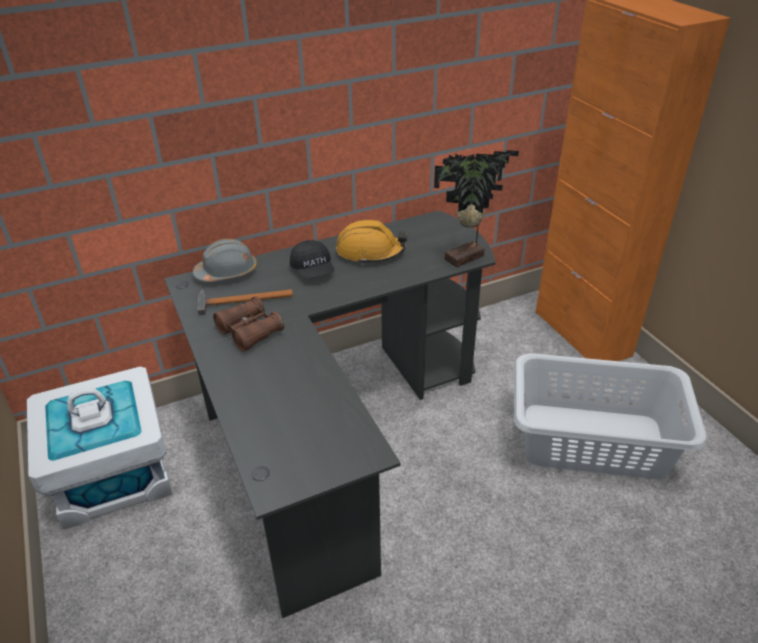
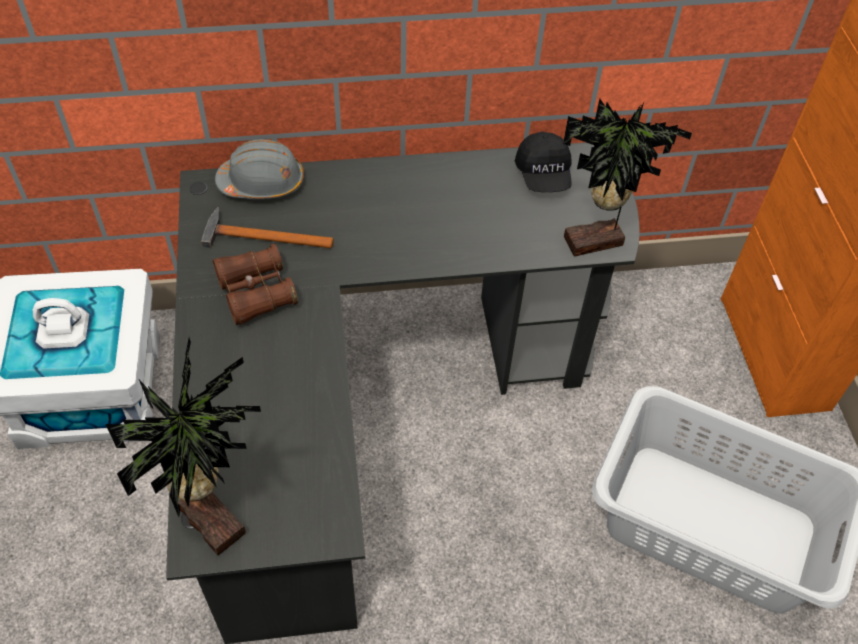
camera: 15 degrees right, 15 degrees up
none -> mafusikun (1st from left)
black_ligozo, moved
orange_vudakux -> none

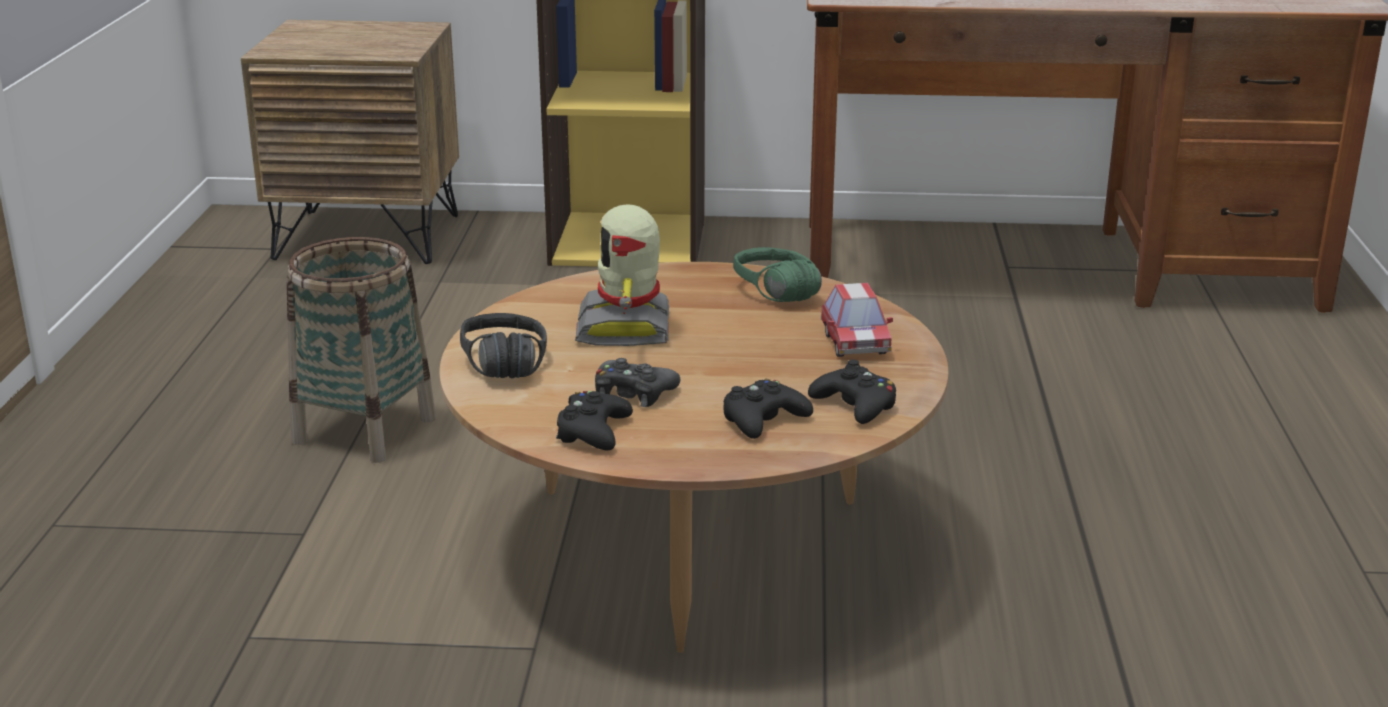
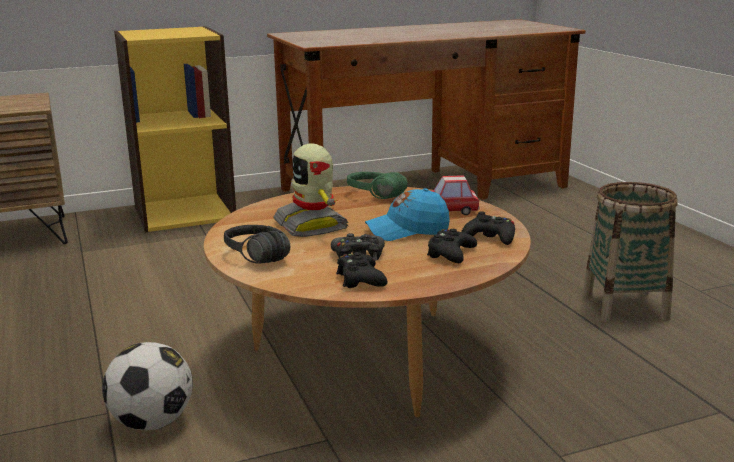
camera: 25 degrees left, 5 degrees down
none -> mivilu
none -> blue_ligozo
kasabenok, 120 degrees clockwise
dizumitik, moved

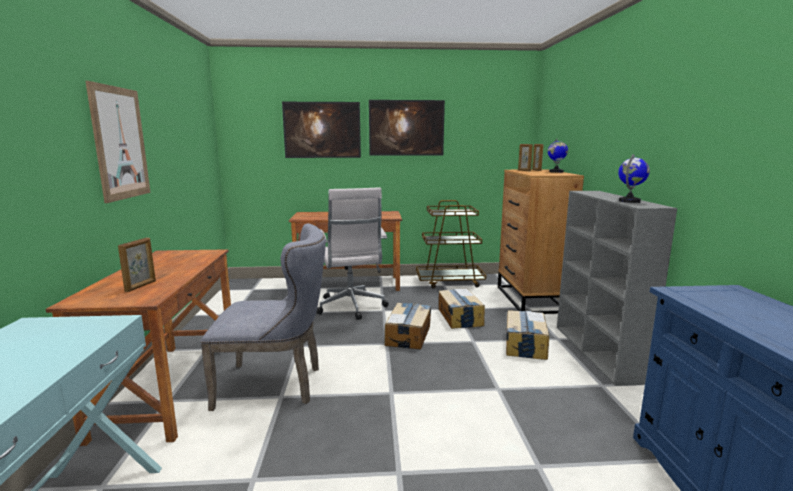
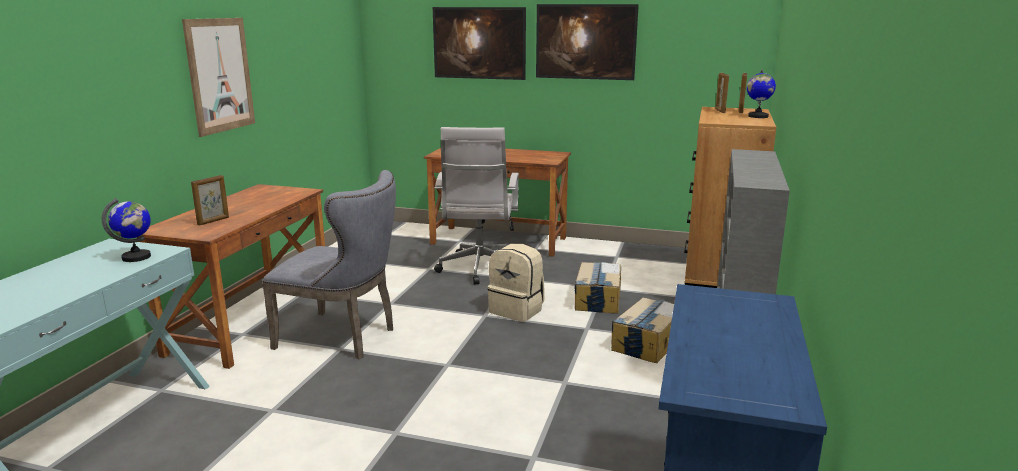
camera: 20 degrees right, 5 degrees up
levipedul (2nd from left in the first image) -> levipedul (1st from left), moved
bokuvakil (1st from left) -> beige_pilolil
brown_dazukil -> none

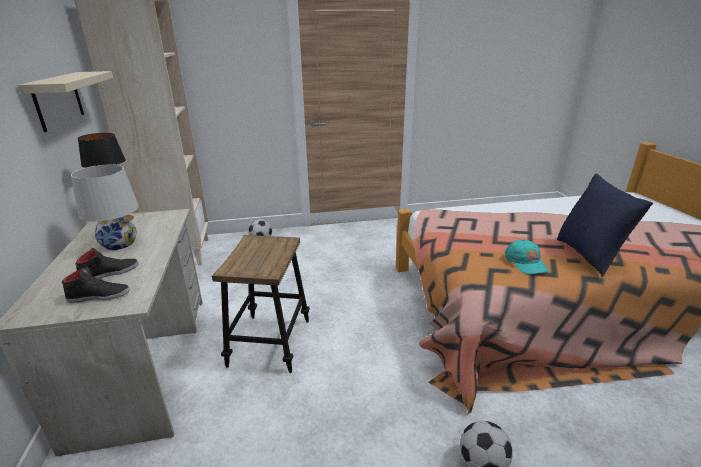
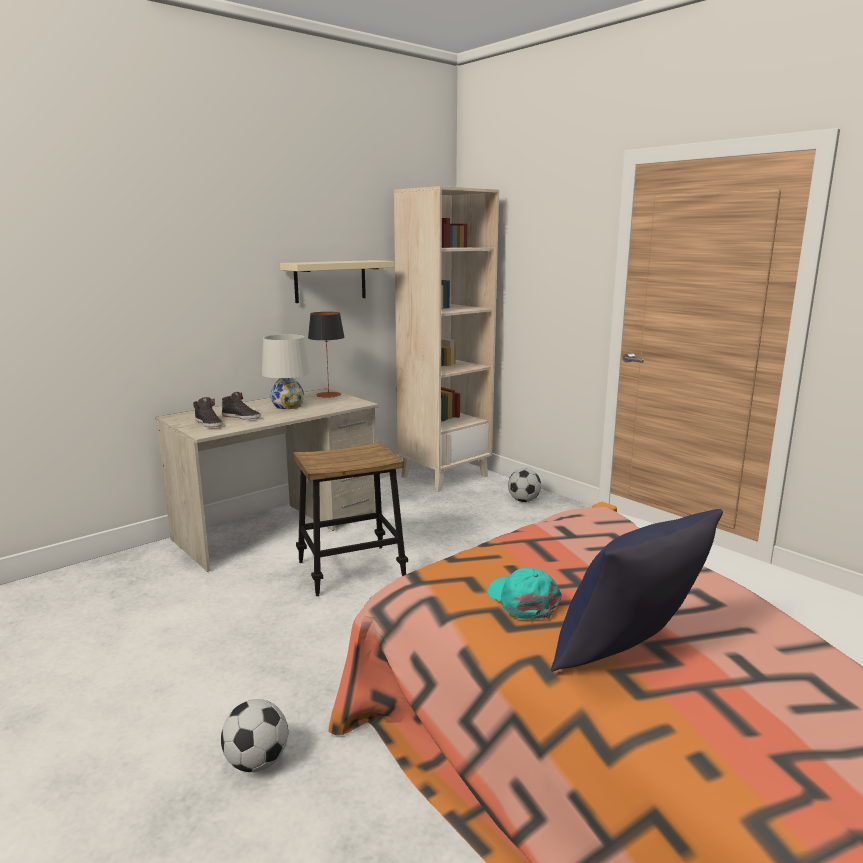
camera: 60 degrees right, 10 degrees down
turquoise_ligozo, 105 degrees clockwise

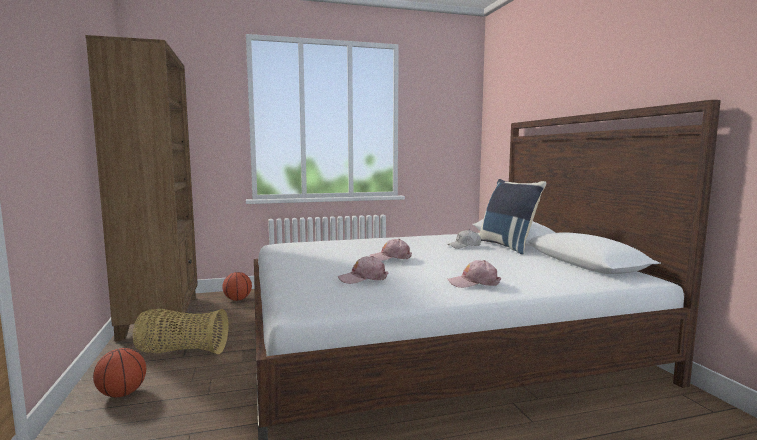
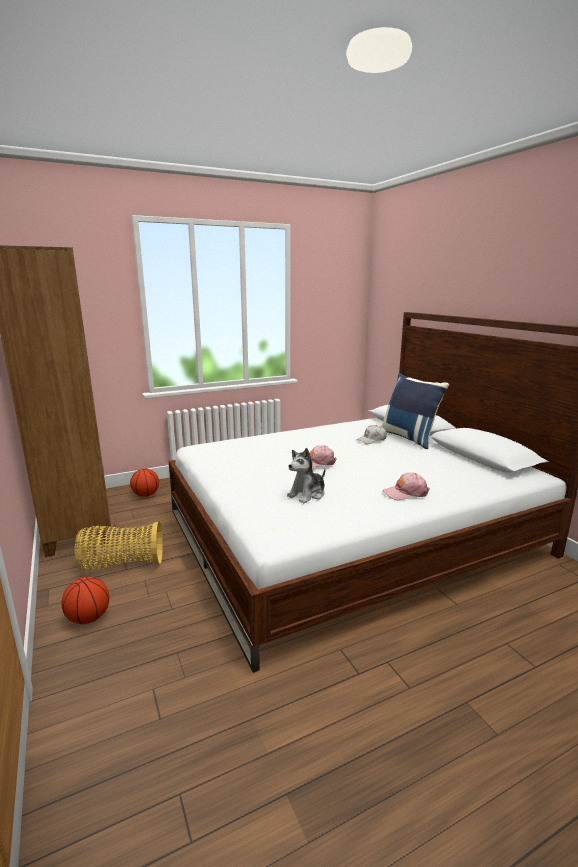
camera: 10 degrees left, 10 degrees up
pink_ligozo (1st from left) -> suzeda

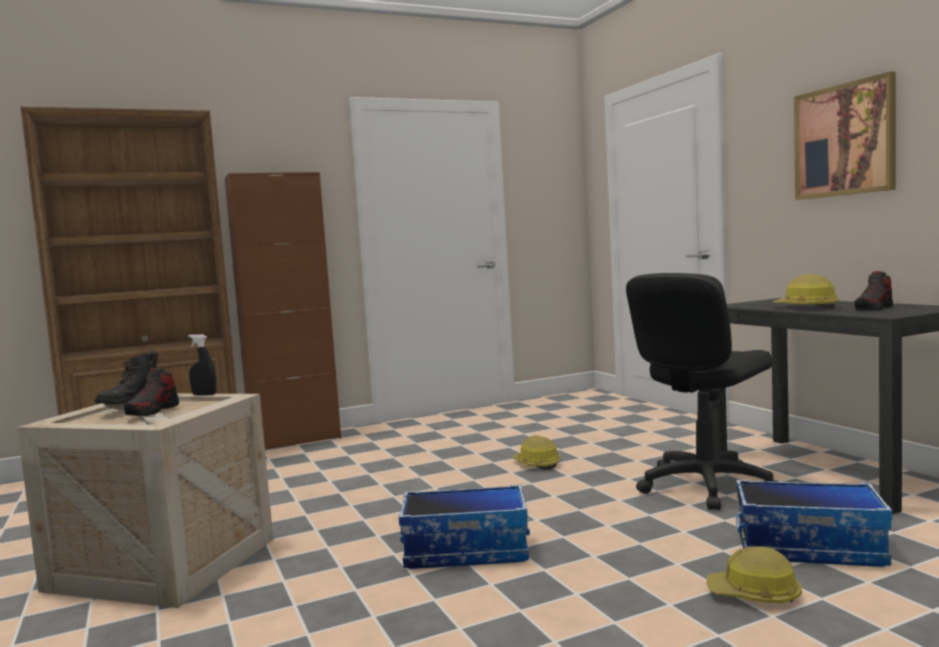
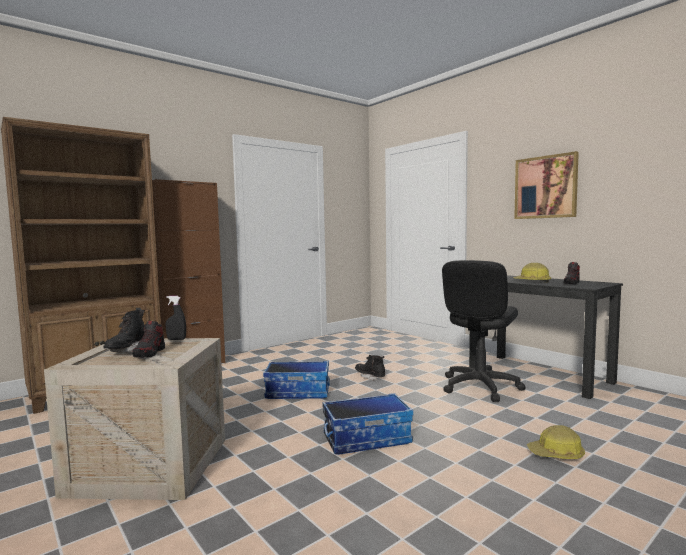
camera: 15 degrees left, 0 degrees up
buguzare (2nd from left in the first image) -> buguzare (1st from left), moved
vudakux (1st from left) -> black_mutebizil (2nd from left)

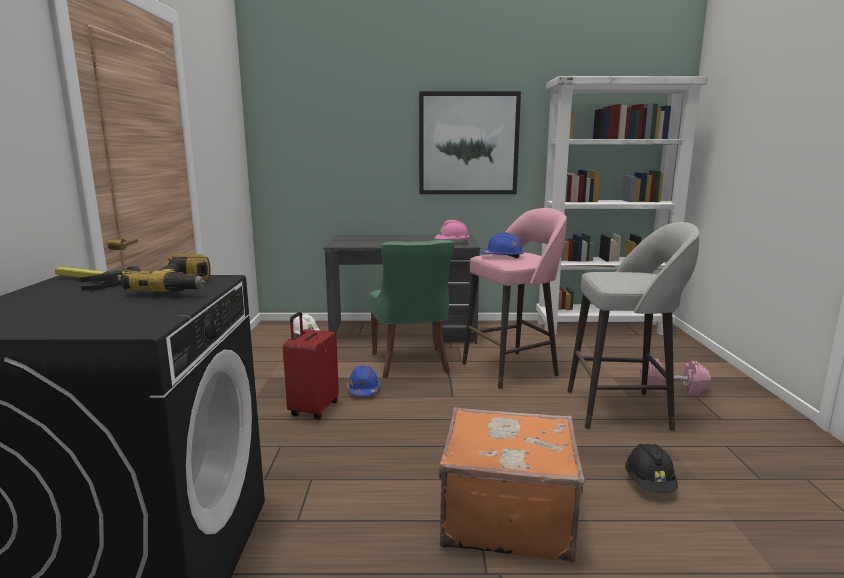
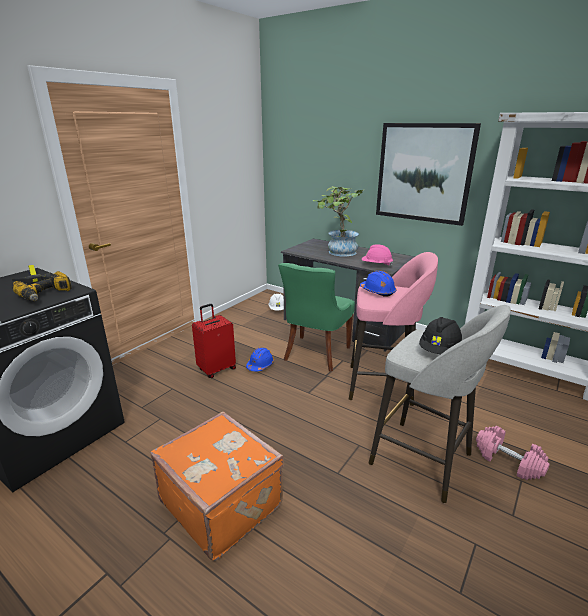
camera: 35 degrees right, 10 degrees up
none -> mafusikun
black_vudakux, moved

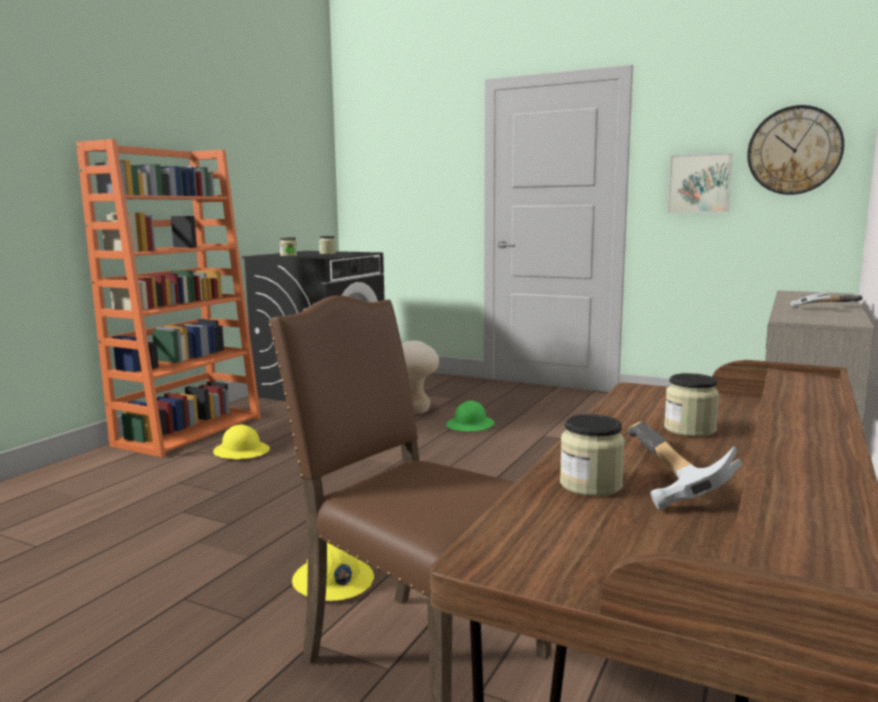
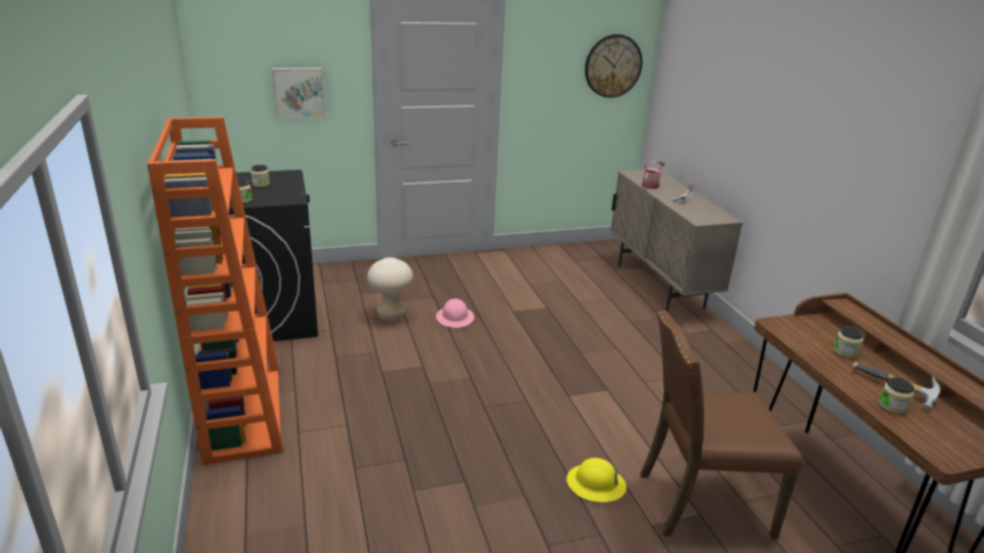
camera: 45 degrees left, 15 degrees up
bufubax, moved
green_vudakux -> pink_vudakux
none -> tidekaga
yellow_vudakux (1st from left) -> none

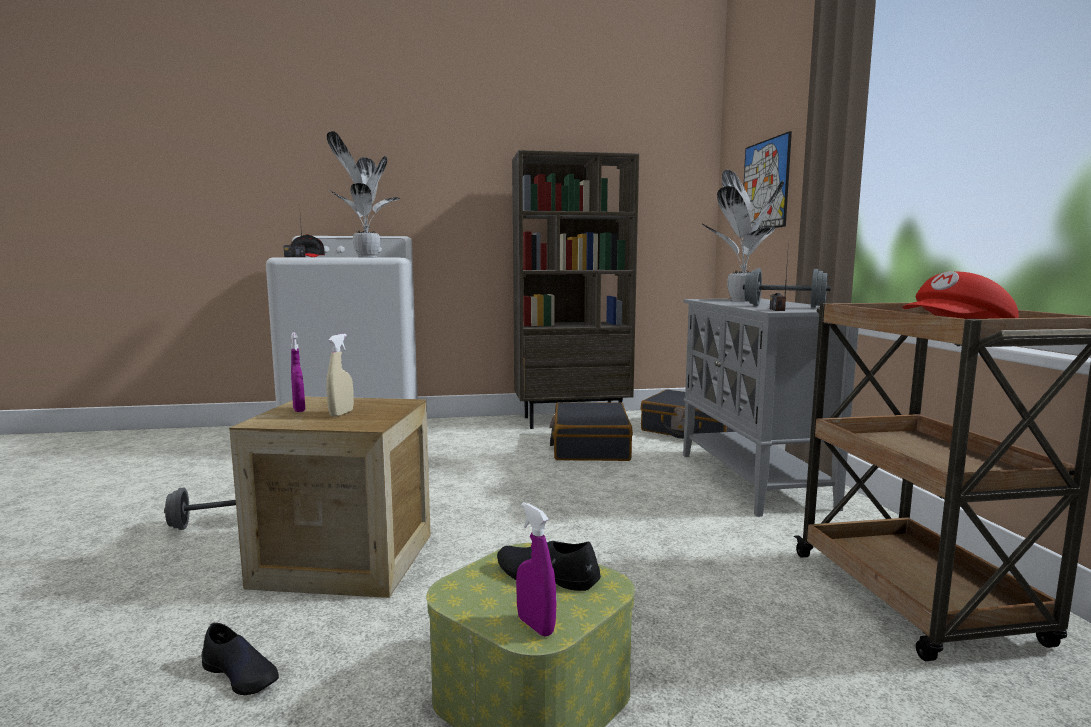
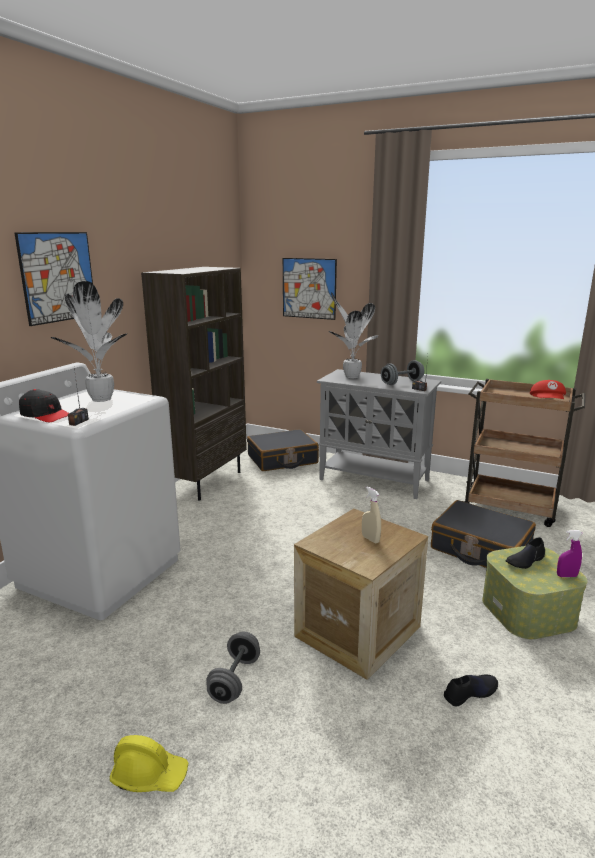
camera: 55 degrees left, 10 degrees up
none -> bufubax (1st from left)
none -> yellow_vudakux
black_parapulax (1st from left in the first image) -> black_parapulax (2nd from left), moved
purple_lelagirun (1st from left) -> none

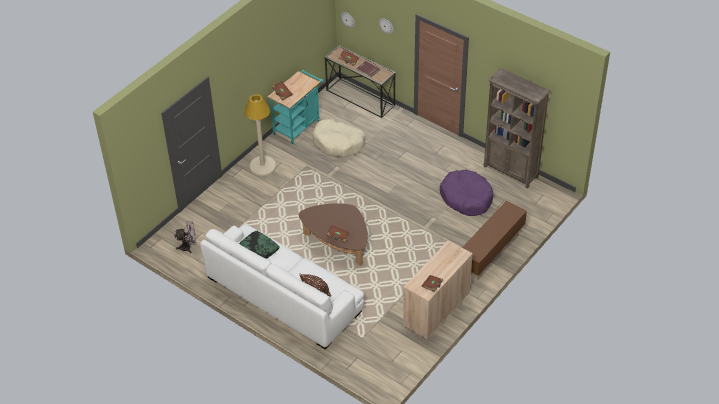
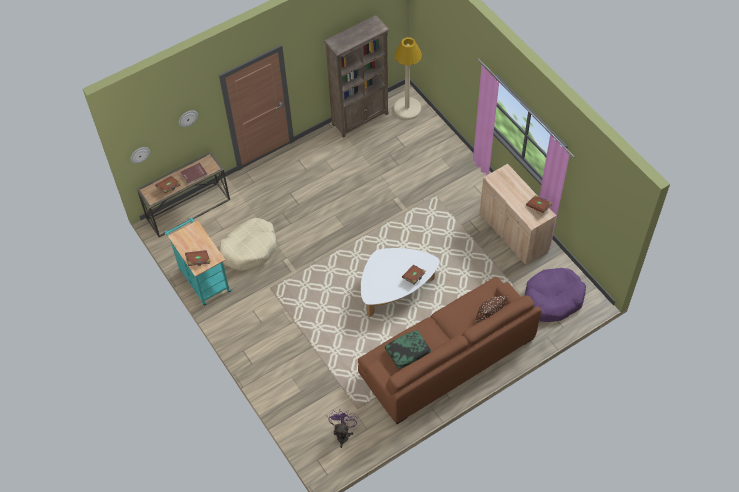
camera: 70 degrees left, 10 degrees up
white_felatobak -> brown_felatobak
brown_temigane -> white_temigane
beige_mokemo, moved
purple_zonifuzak, moved
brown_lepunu -> none

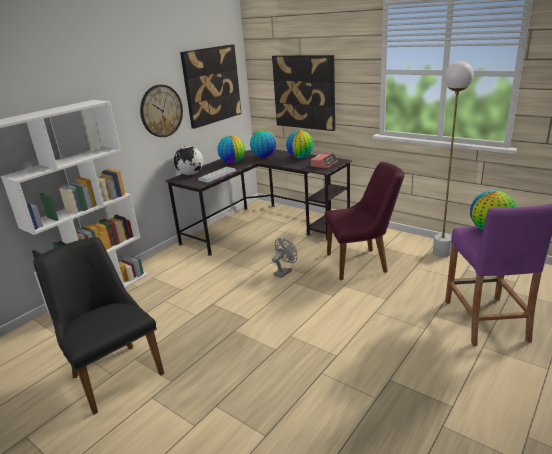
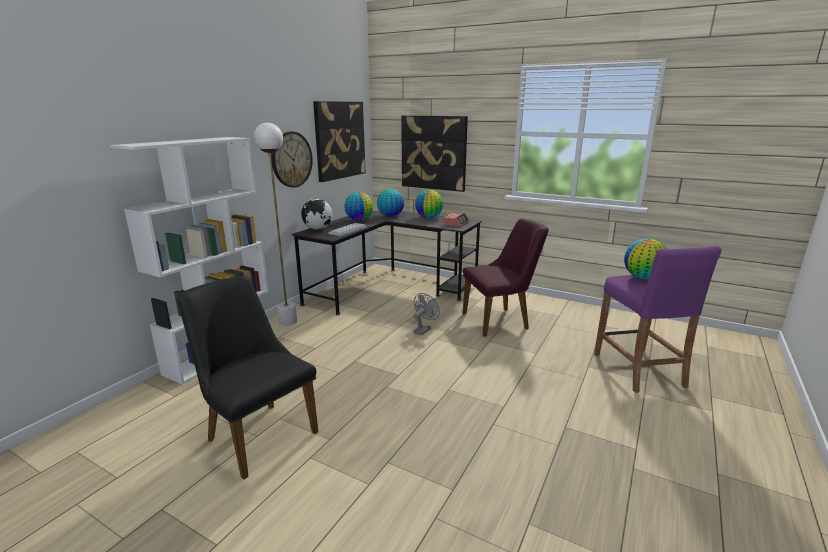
camera: 10 degrees left, 5 degrees down
white_mokemo, moved

